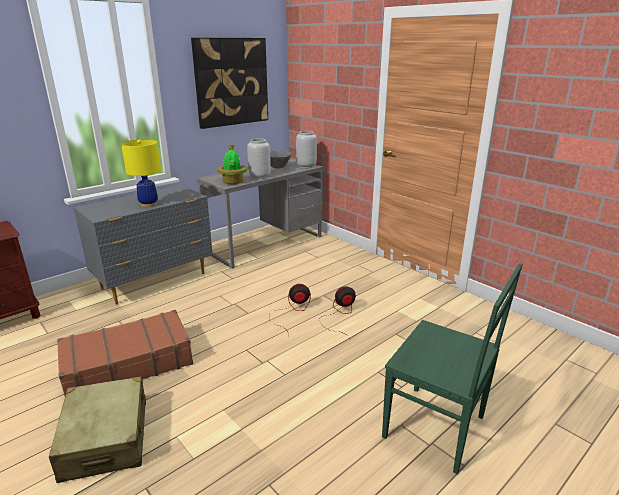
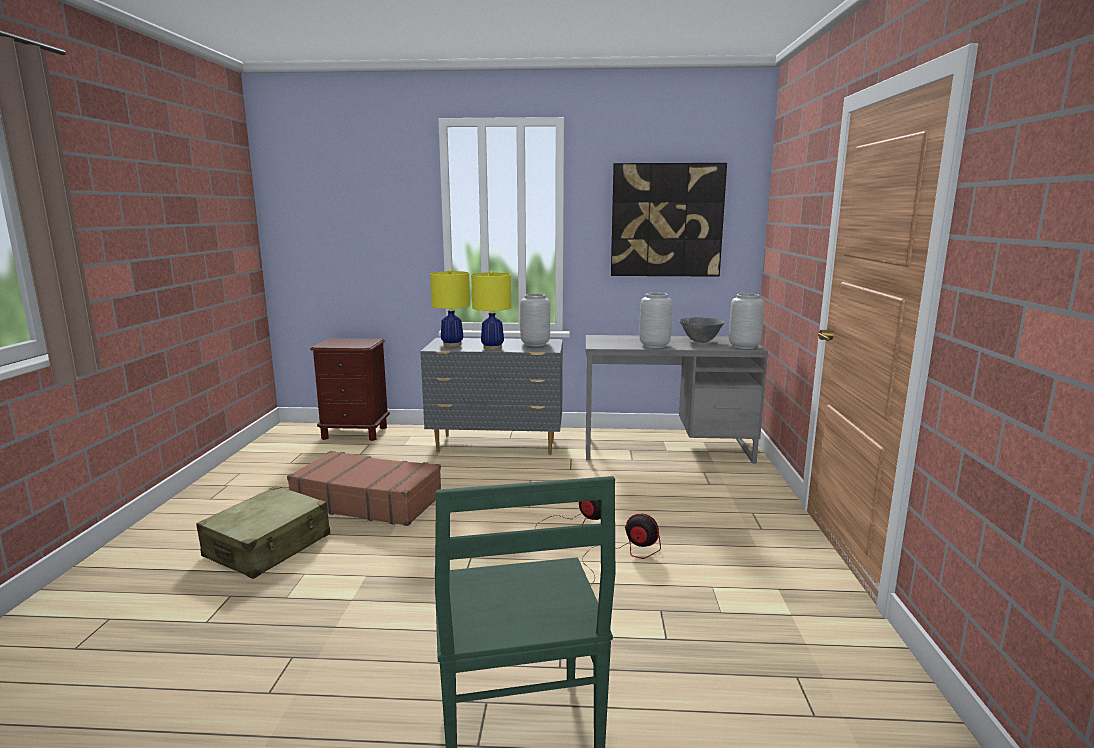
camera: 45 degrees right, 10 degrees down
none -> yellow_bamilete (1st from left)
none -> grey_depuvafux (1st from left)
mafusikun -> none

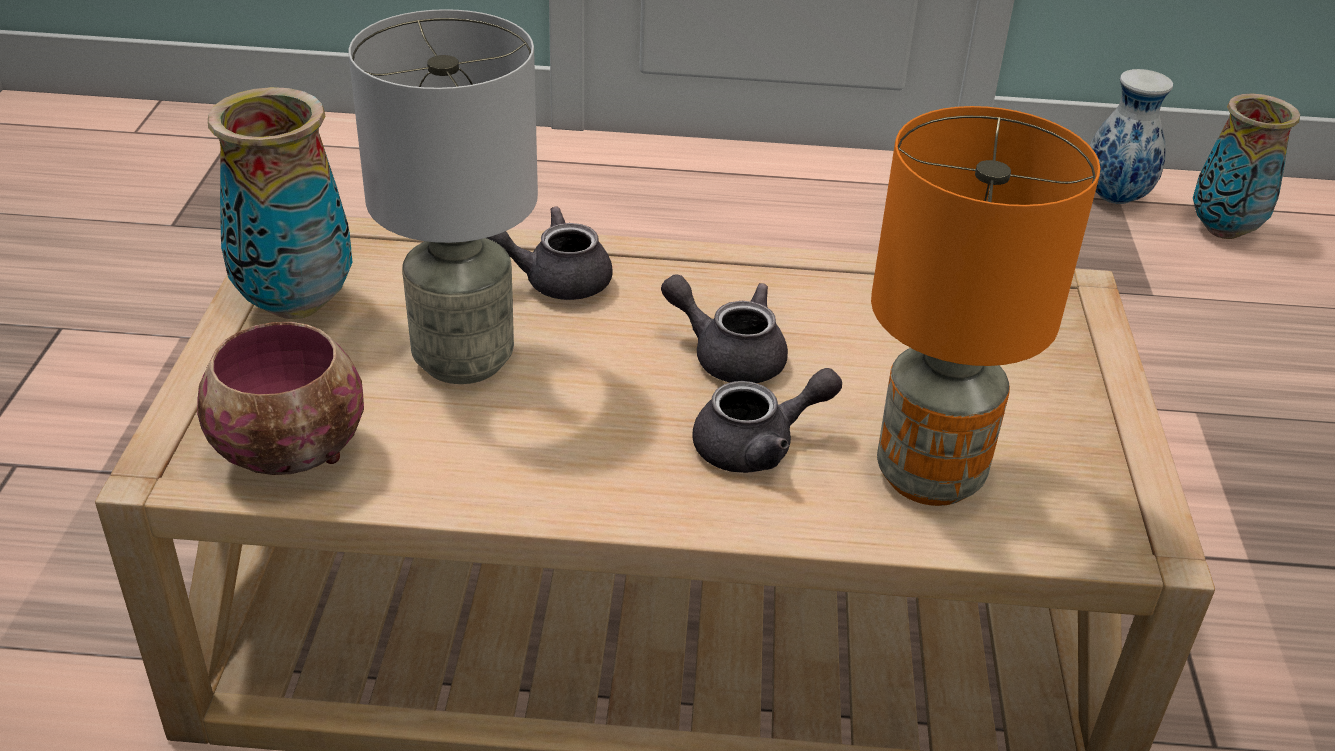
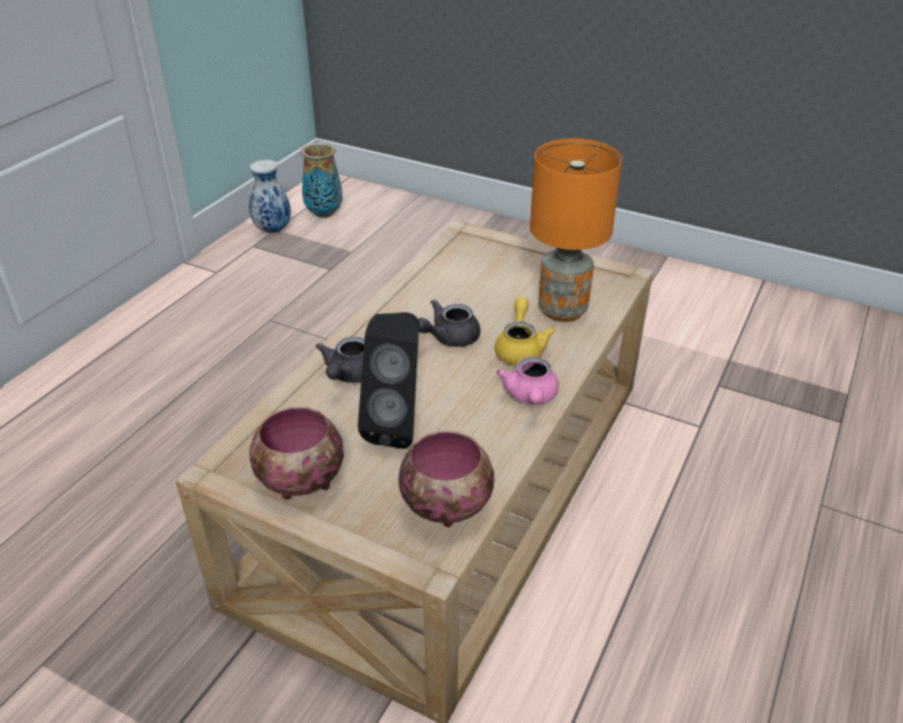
camera: 65 degrees left, 0 degrees up
depuvafux (1st from left) -> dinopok (1st from left)
grey_bamilete -> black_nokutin
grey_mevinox (3rd from left) -> yellow_mevinox
none -> pink_mevinox

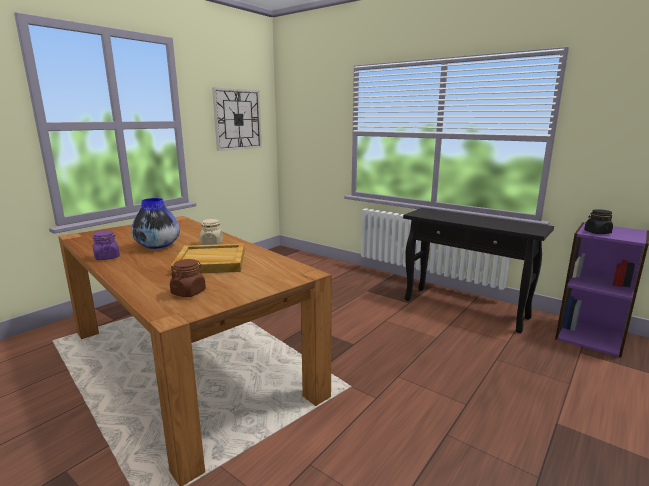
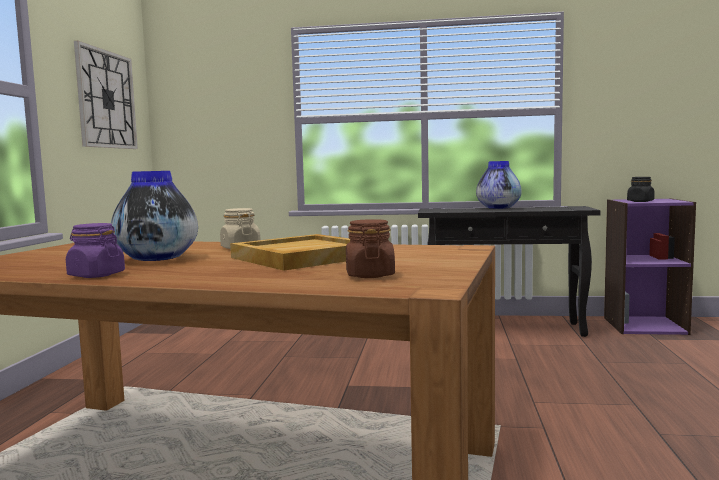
camera: 30 degrees left, 10 degrees down
none -> depuvafux (2nd from left)

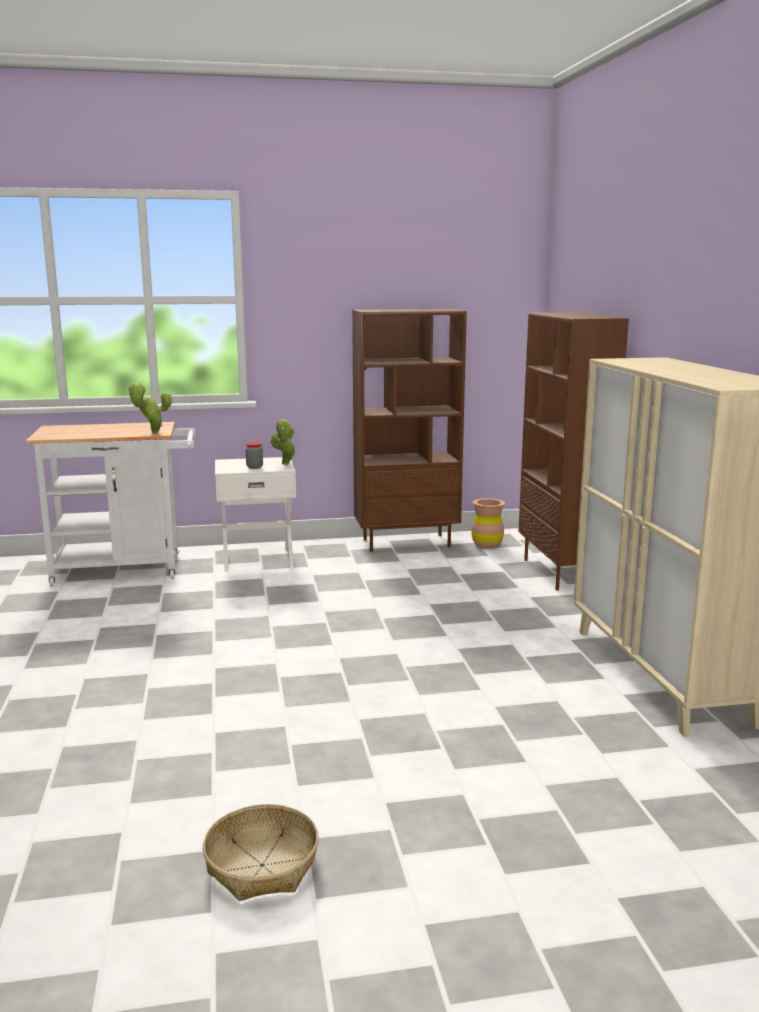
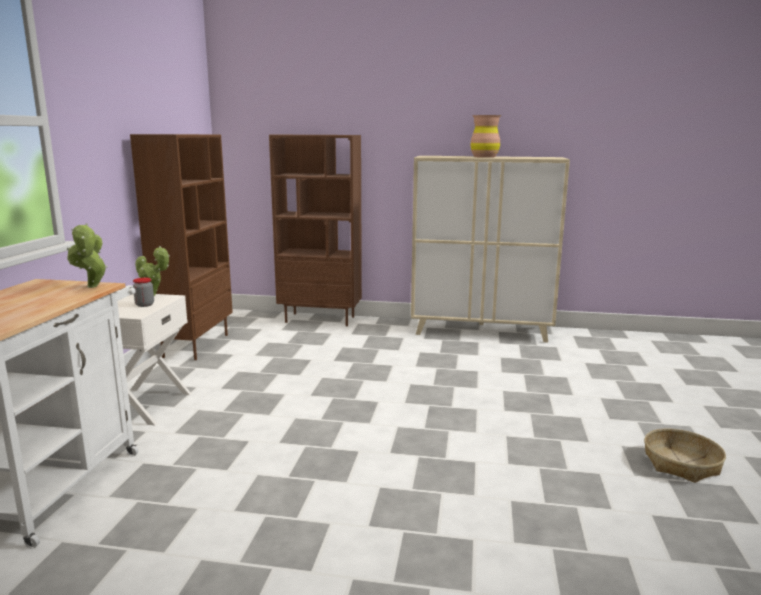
camera: 70 degrees left, 0 degrees up
brown_depuvafux, moved

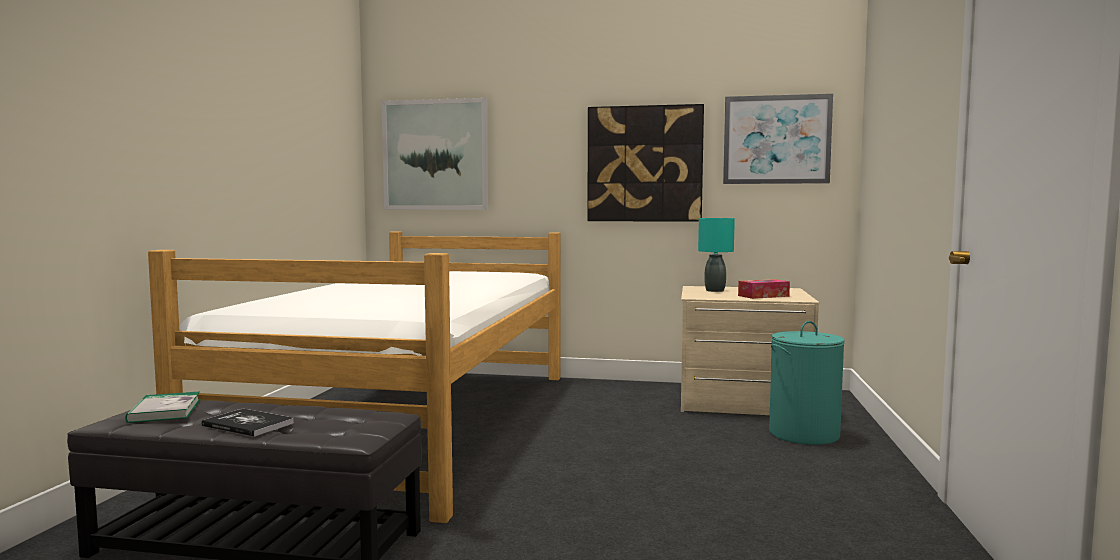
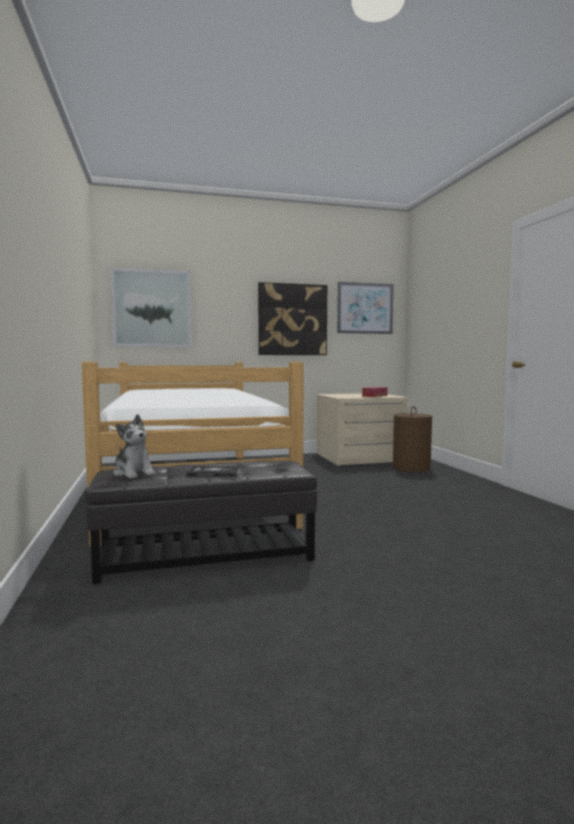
camera: 25 degrees left, 0 degrees up
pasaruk (1st from left) -> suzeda
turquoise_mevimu -> brown_mevimu
turquoise_bamilete -> none

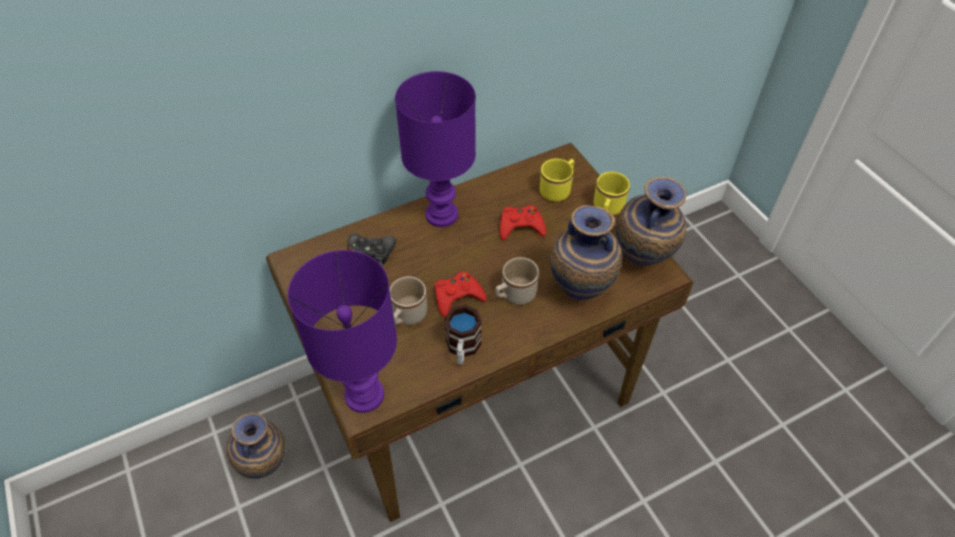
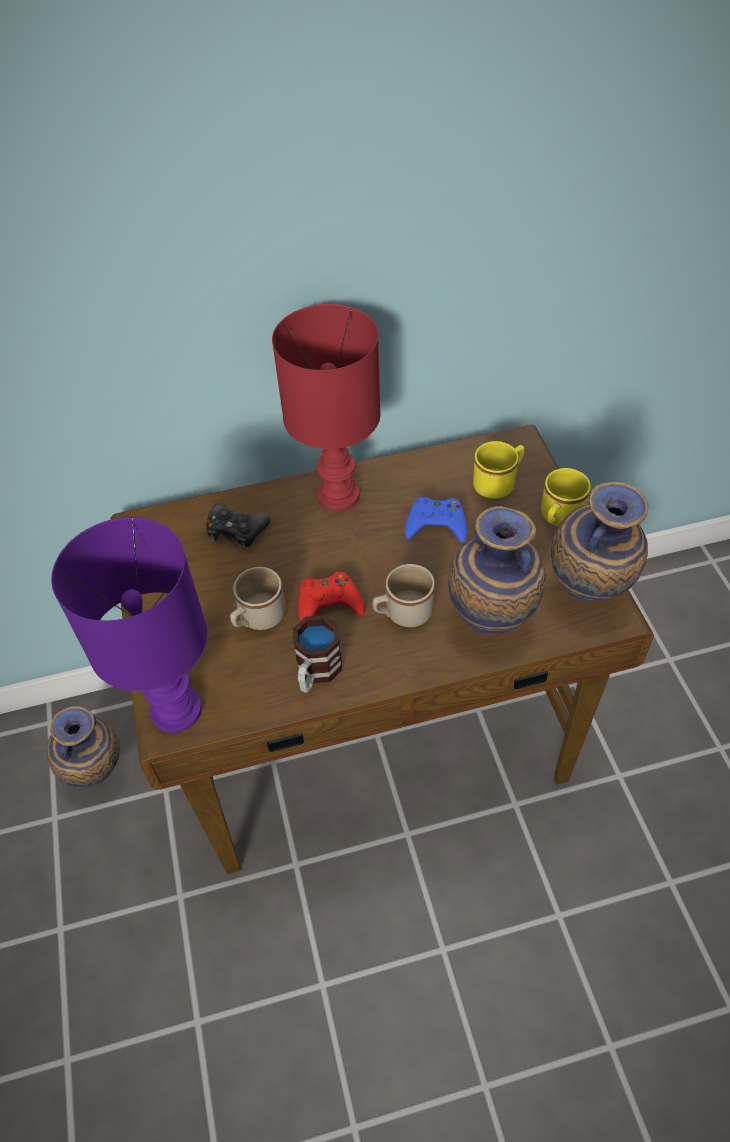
camera: 15 degrees right, 0 degrees up
purple_bamilete (2nd from left) -> red_bamilete
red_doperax (2nd from left) -> blue_doperax

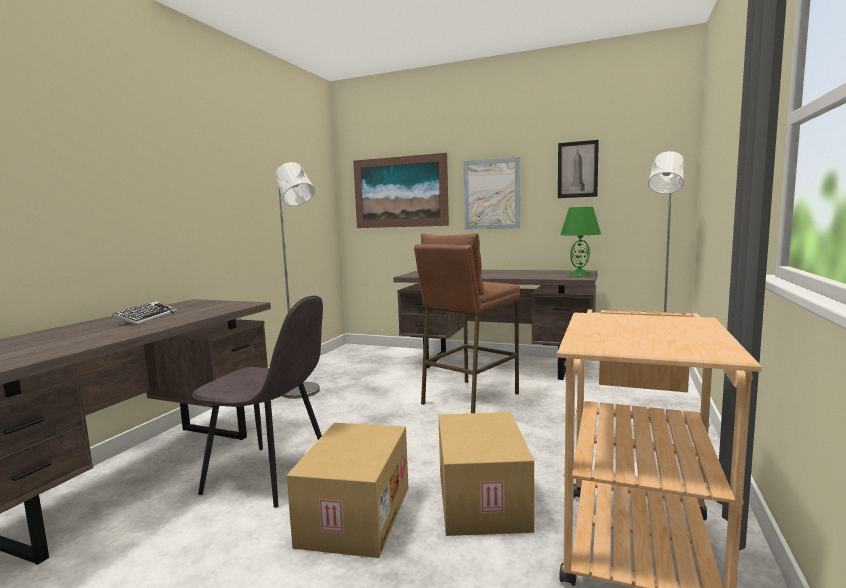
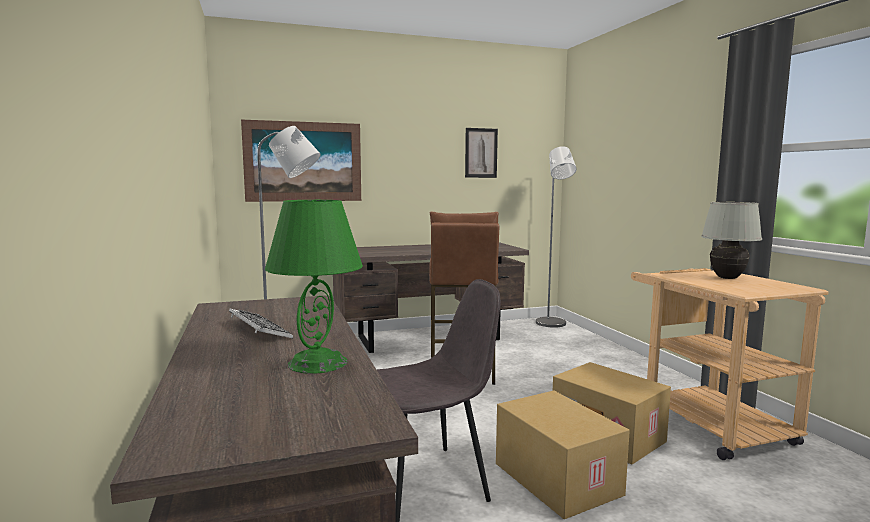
camera: 40 degrees left, 0 degrees up
green_bamilete, moved
none -> white_bamilete
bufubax (2nd from left) -> none

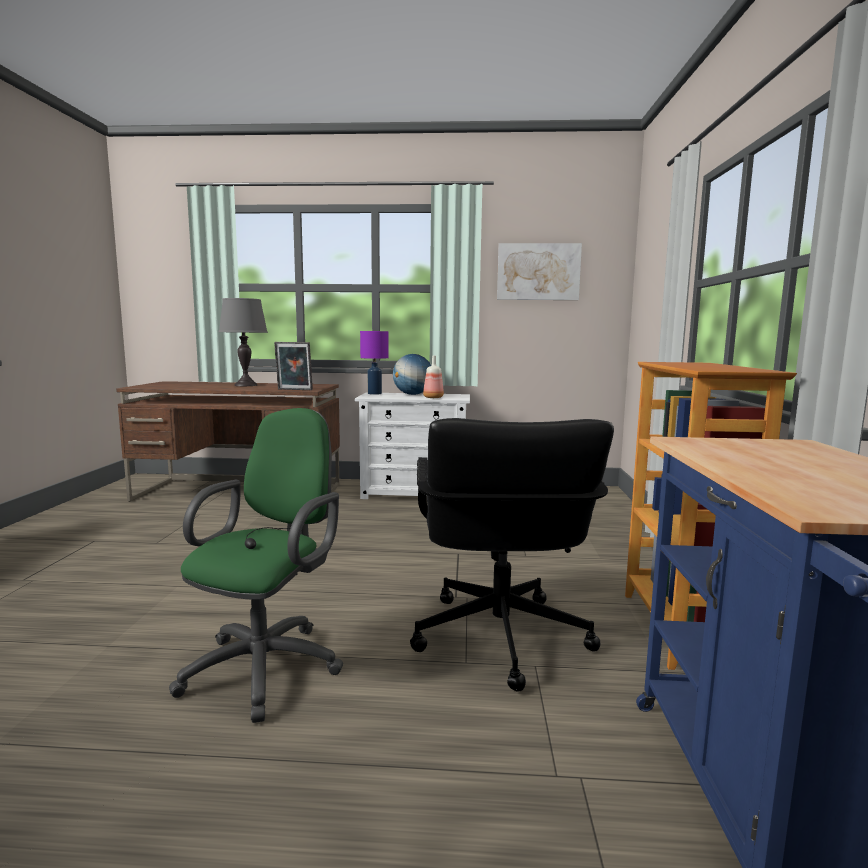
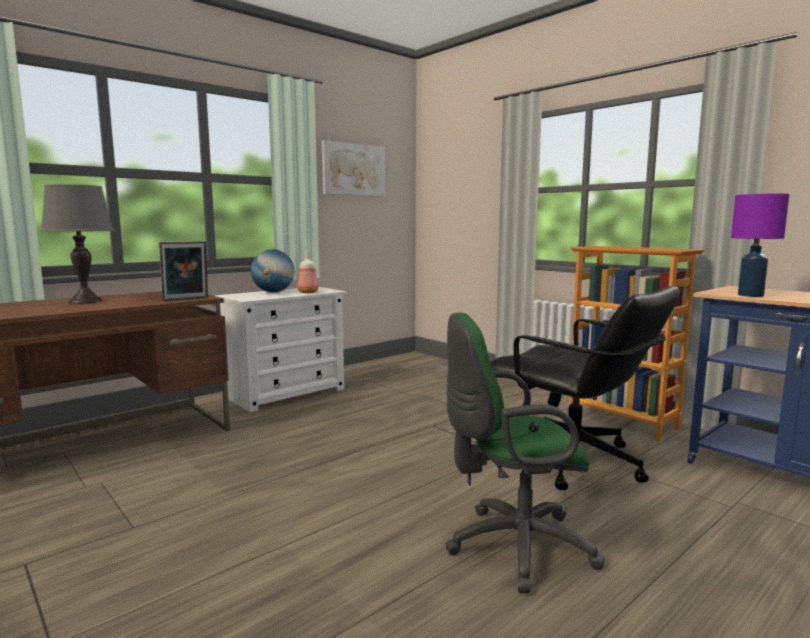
camera: 45 degrees left, 0 degrees up
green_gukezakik, 75 degrees counterclockwise
purple_bamilete, moved

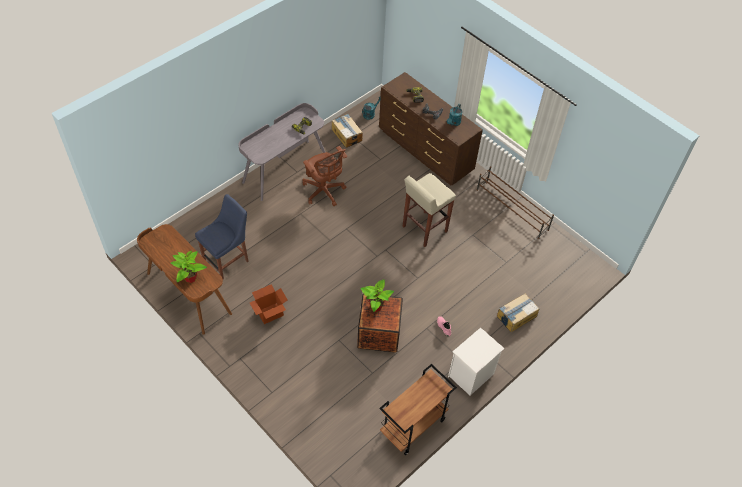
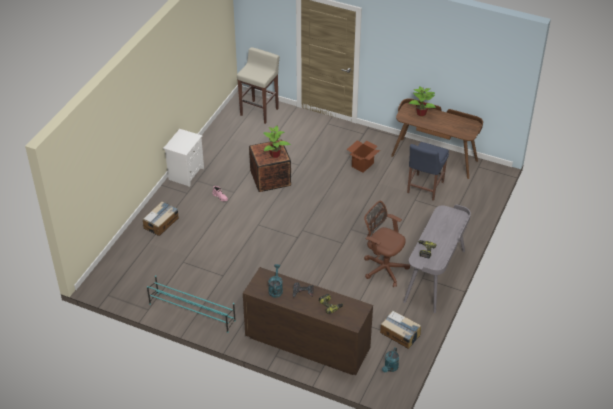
camera: 160 degrees right, 10 degrees down
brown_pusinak -> turquoise_pusinak
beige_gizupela, moved
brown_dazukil -> none

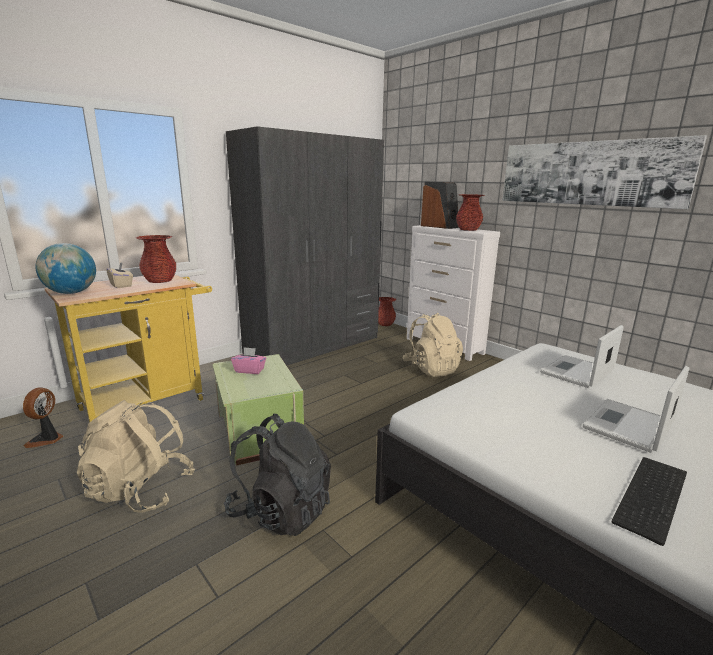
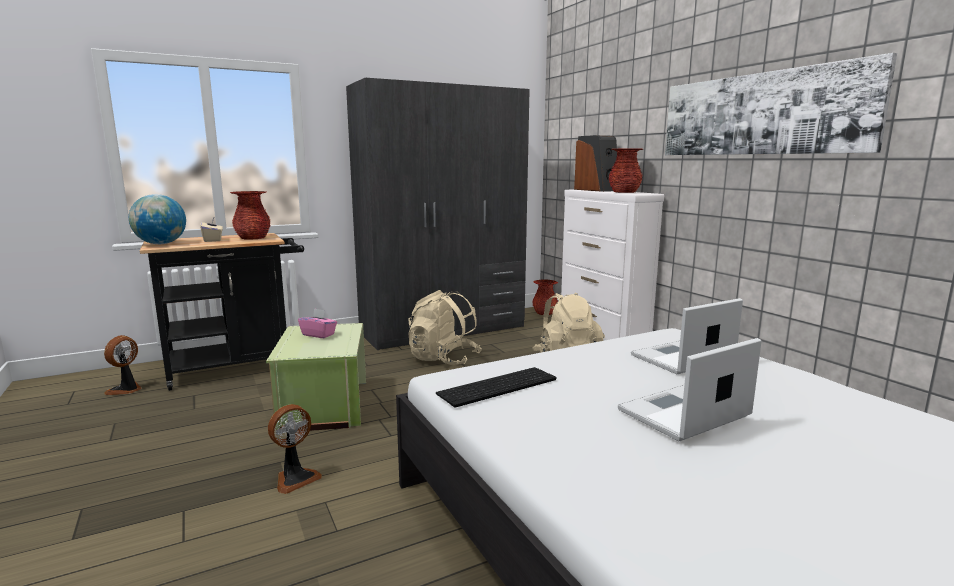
camera: 15 degrees right, 5 degrees down
yellow_dazukil -> black_dazukil
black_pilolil -> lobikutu (2nd from left)
beige_pilolil (1st from left), moved
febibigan, moved

